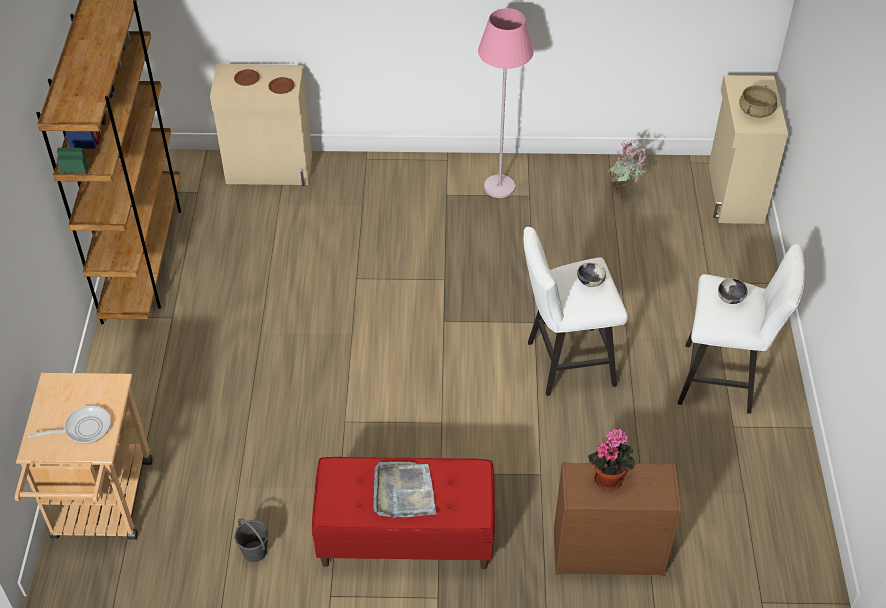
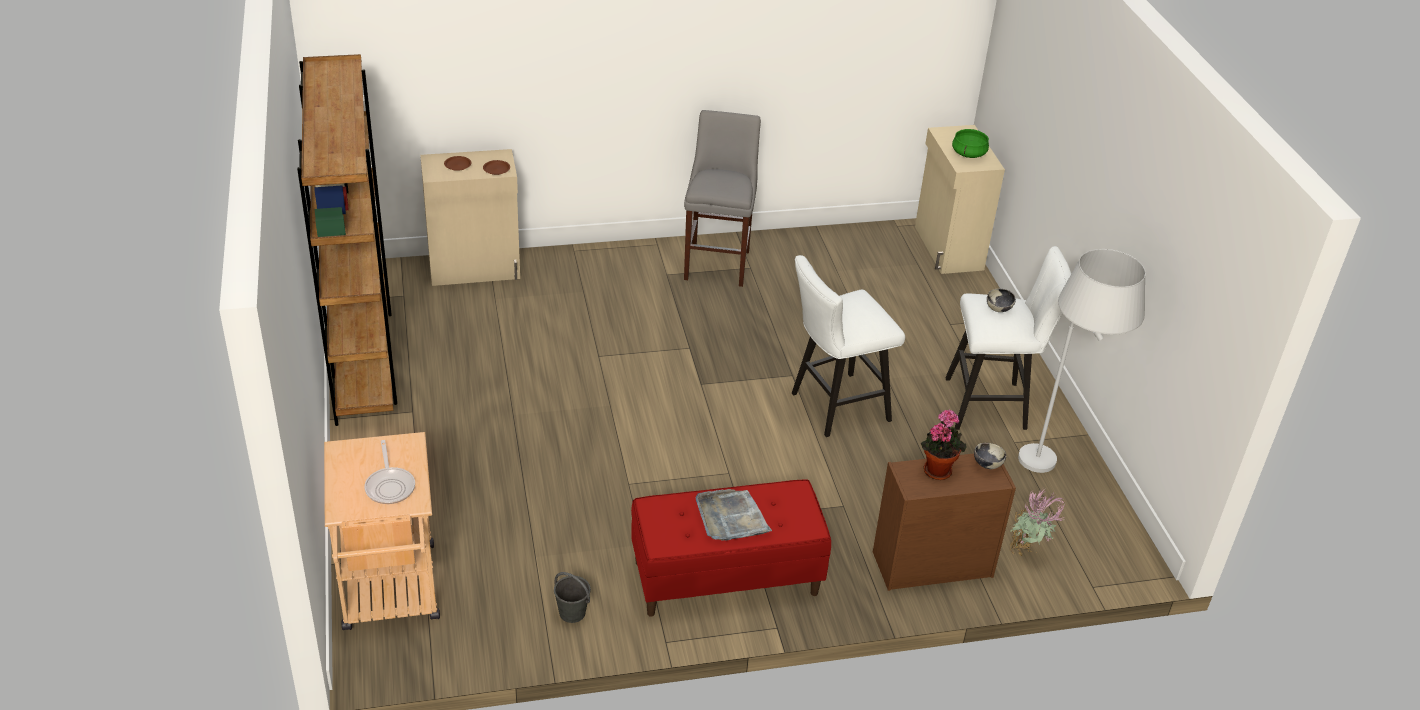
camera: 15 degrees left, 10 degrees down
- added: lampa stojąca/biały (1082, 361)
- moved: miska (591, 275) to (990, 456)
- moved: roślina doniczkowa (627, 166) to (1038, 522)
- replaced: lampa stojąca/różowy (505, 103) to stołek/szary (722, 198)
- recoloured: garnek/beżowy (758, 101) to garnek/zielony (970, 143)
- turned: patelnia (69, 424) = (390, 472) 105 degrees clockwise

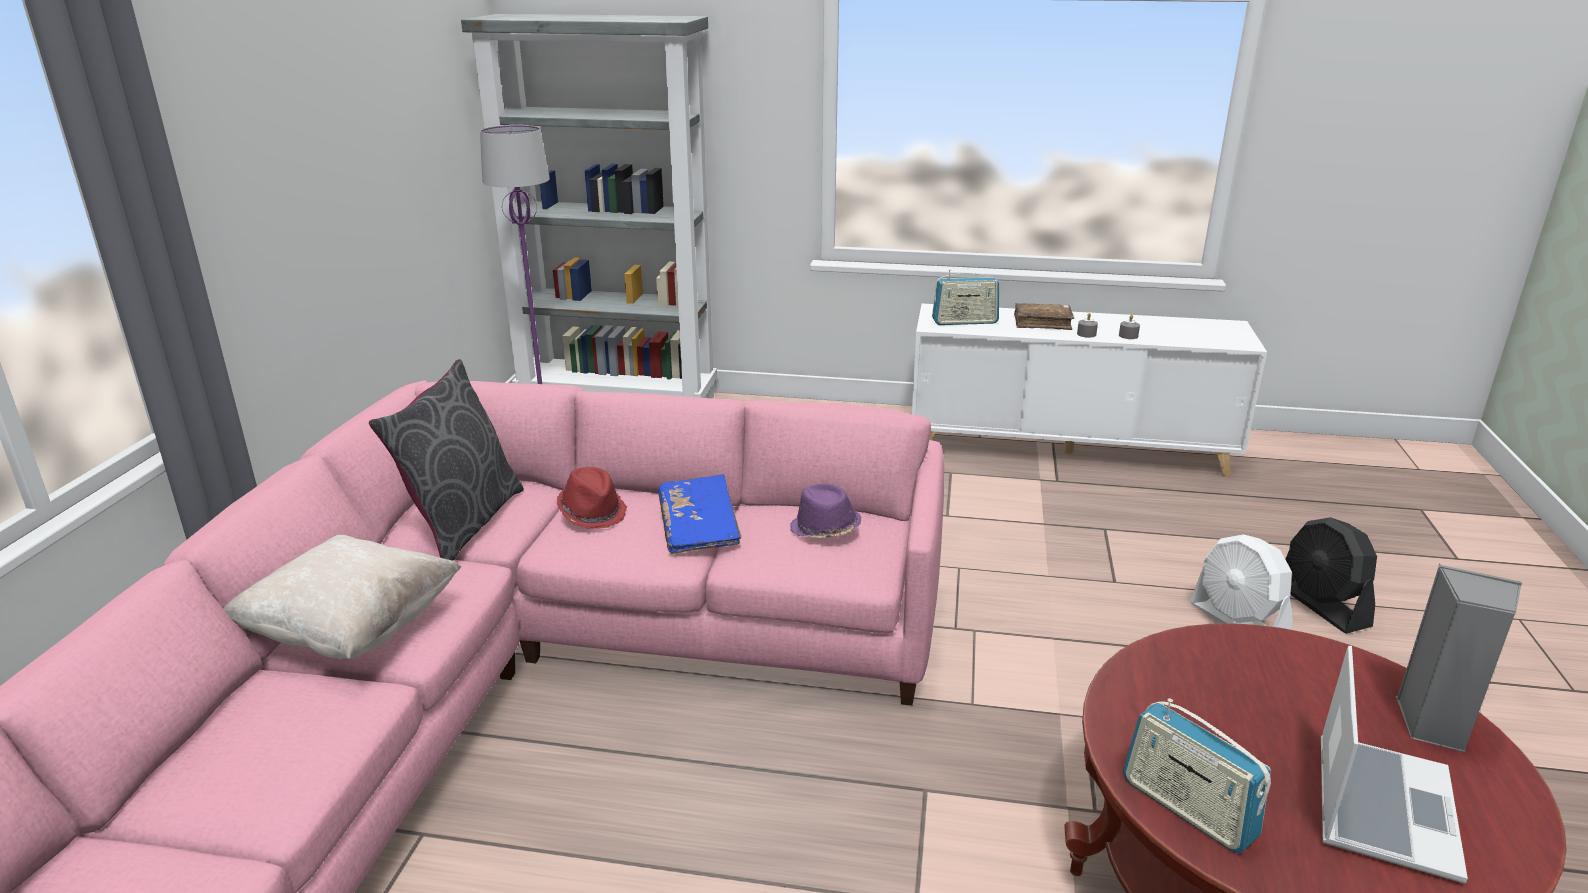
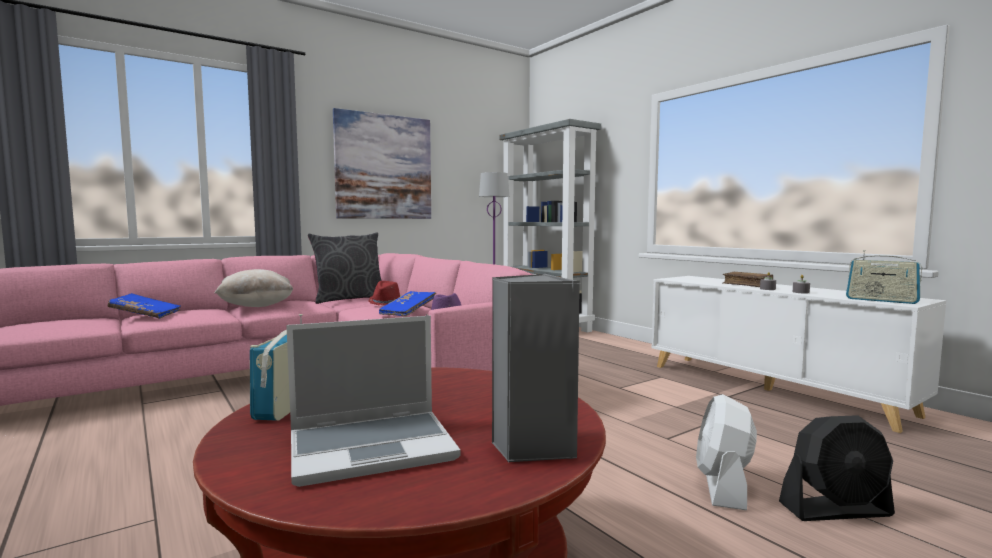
camera: 45 degrees right, 20 degrees down
- added: książka/niebieski (144, 306)
- added: obraz (382, 163)
- moved: radio (965, 297) to (884, 277)
- turned: wentylator/czarny (1331, 575) = (837, 468) 120 degrees counterclockwise

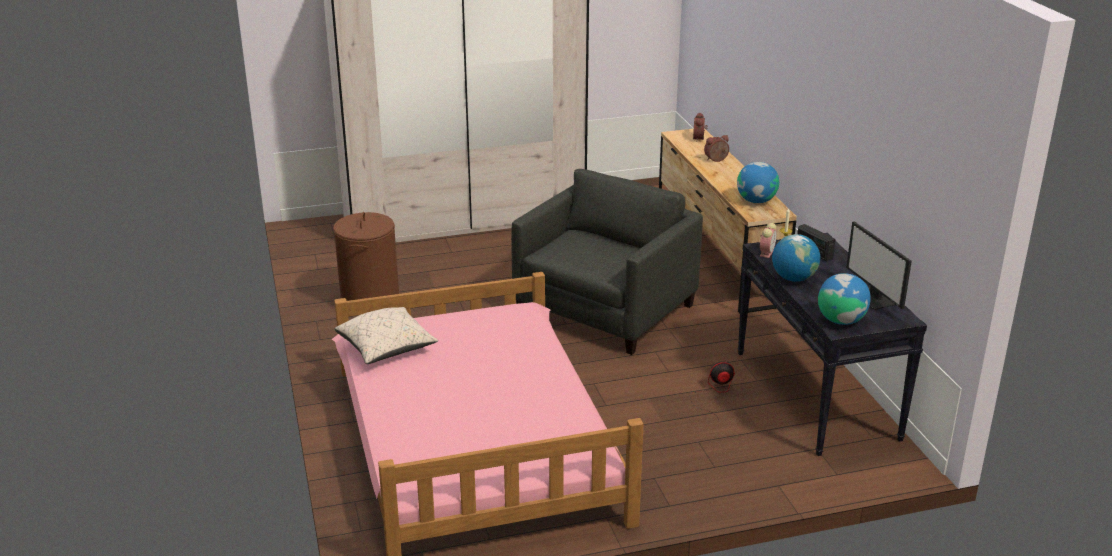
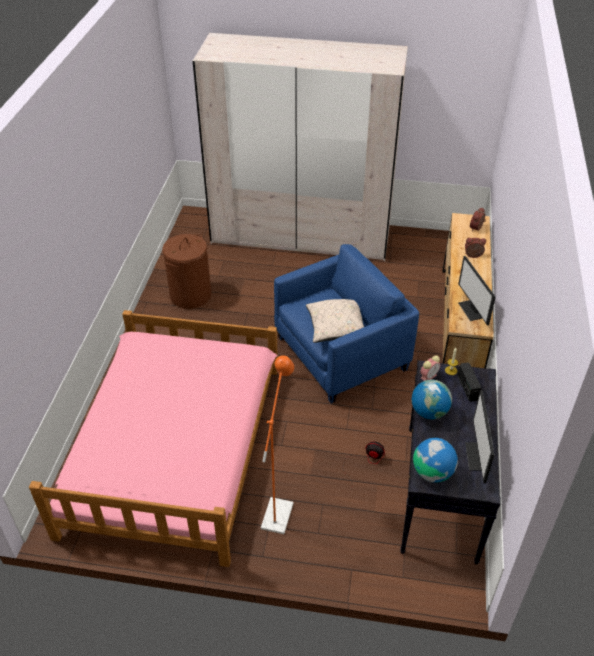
camera: 25 degrees right, 15 degrees up
- added: lampa stojąca/pomarańczowy (277, 444)
- moved: poduszka/beżowy (386, 335) to (335, 321)
- replaced: globus (758, 182) to monitor (477, 291)
- recoloured: fotel/szary (607, 262) to fotel/niebieski (346, 324)

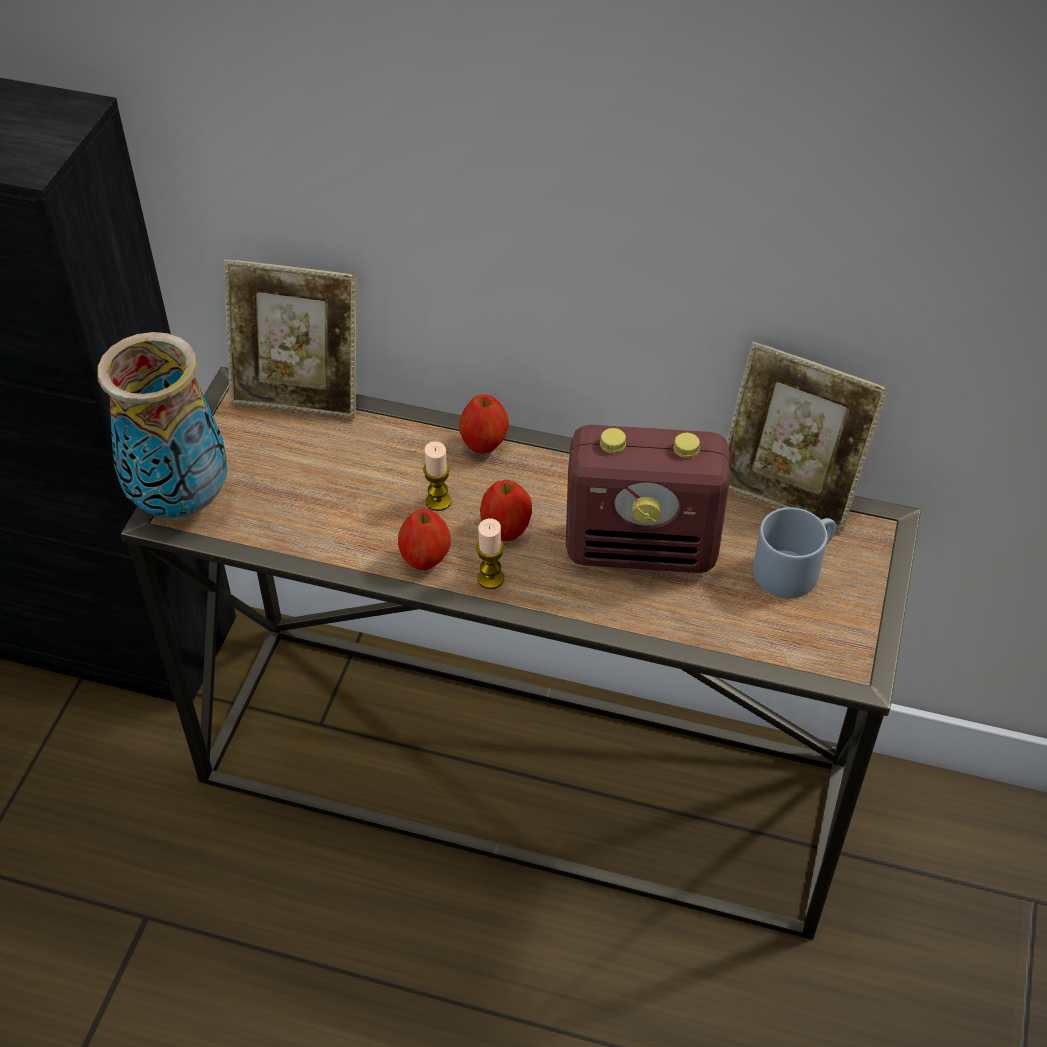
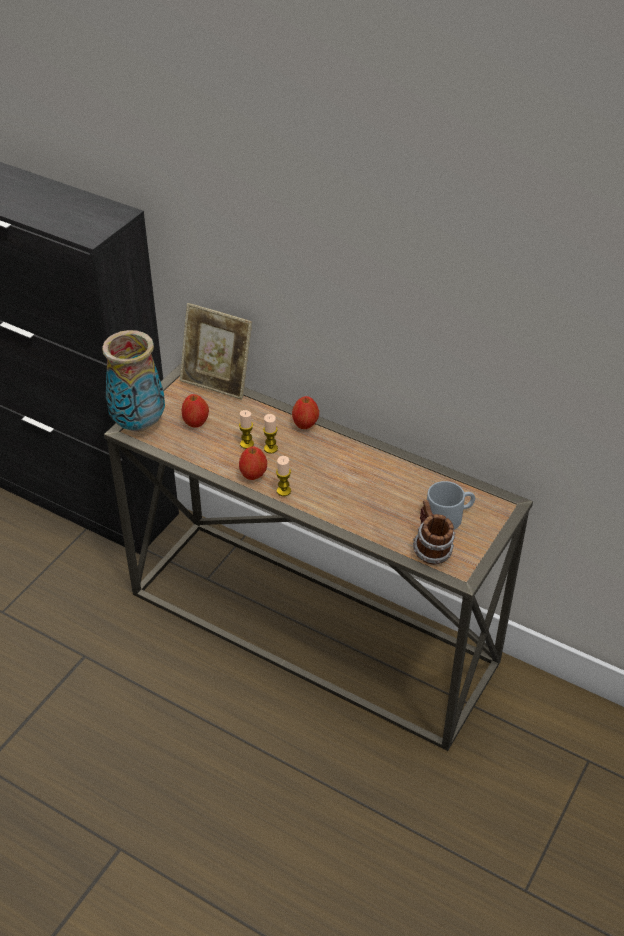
camera: 15 degrees right, 5 degrees down
- removed: radio (648, 499)
- removed: ramka na zdjęcie (808, 436)
- added: świeca (246, 429)
- added: kubek (434, 532)
- moved: jabłko (506, 510) to (195, 411)

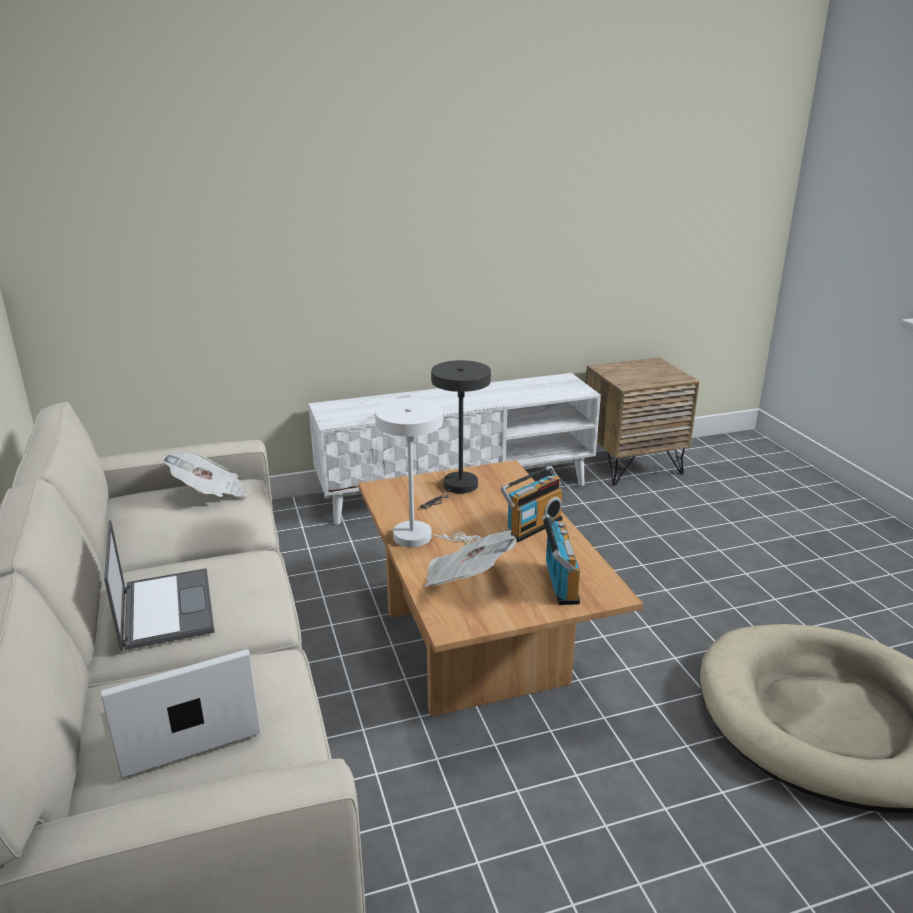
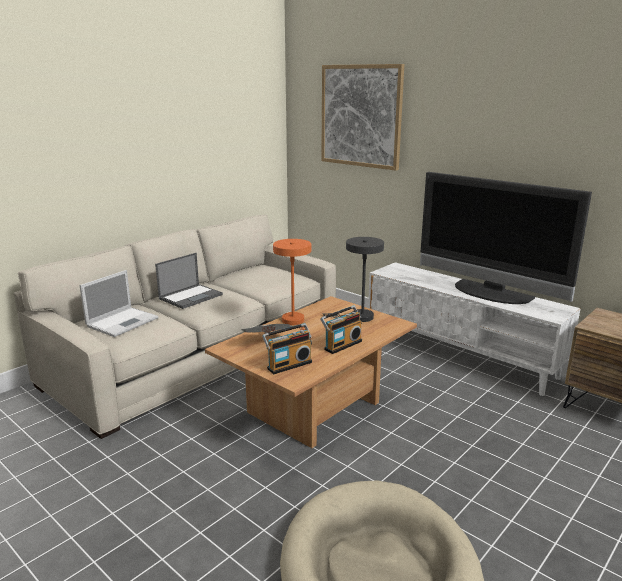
camera: 60 degrees right, 5 degrees down
- removed: gazeta (205, 474)
- added: obraz (362, 117)
- added: telewizor (506, 238)
- recoloured: lampa stołowa/biały (428, 472) to lampa stołowa/pomarańczowy (292, 284)
- turned: laptop (180, 713) = (119, 303) 90 degrees clockwise
- turned: radio (531, 504) = (341, 330) 60 degrees counterclockwise

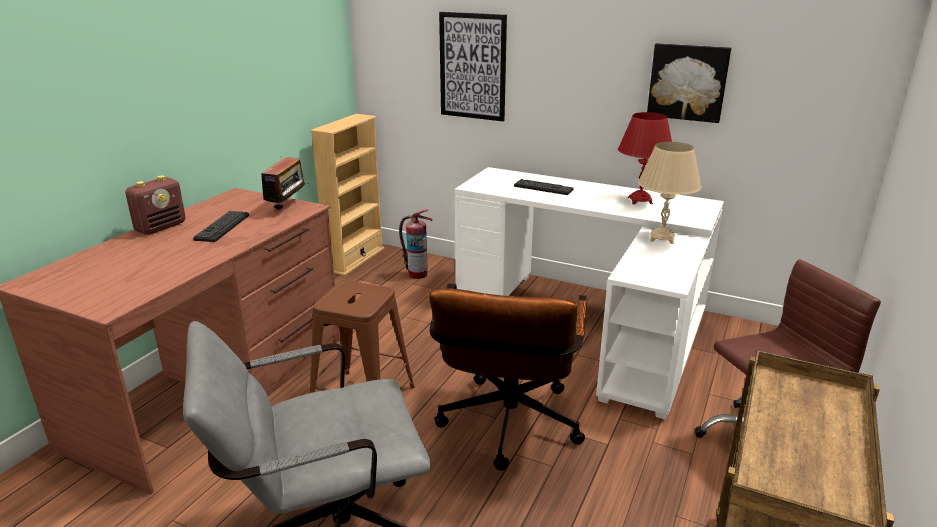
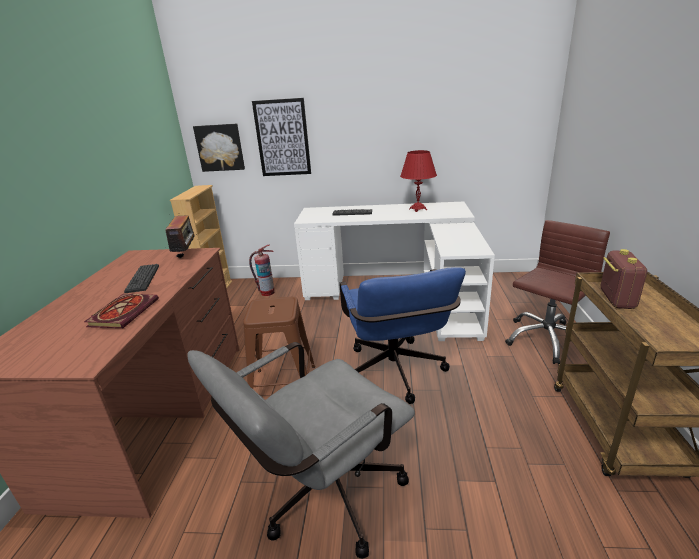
camera: 20 degrees left, 0 degrees up
- removed: lampa stołowa/beżowy (670, 193)
- added: książka (121, 311)
- moved: radio (155, 205) to (624, 279)
- moved: obraz (689, 83) to (219, 148)
- recoloured: krzesło biurowe/brązowy (508, 377) to krzesło biurowe/niebieski (403, 335)

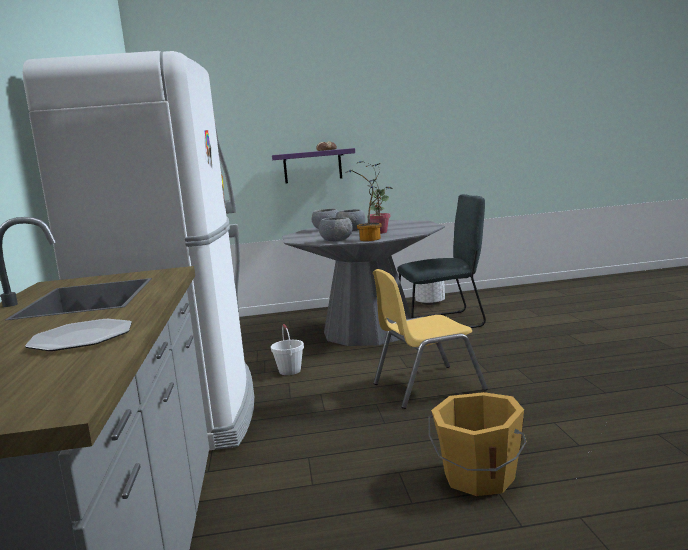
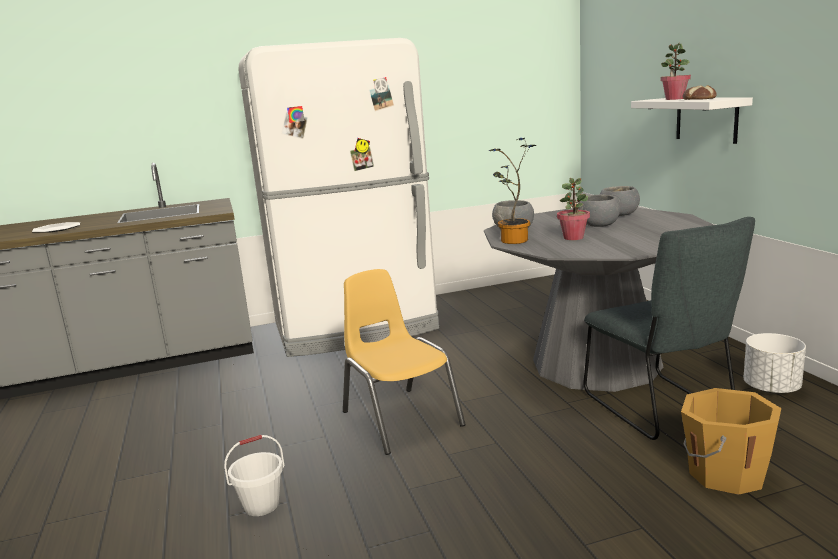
camera: 80 degrees right, 5 degrees up
- added: roślina doniczkowa (675, 71)
- moved: wiadro/biały (287, 349) to (254, 475)
- moved: wiadro/pomarańczowy (477, 444) to (731, 441)
- recoloured: półka/fioletowy (313, 165) to półka/biały (692, 120)

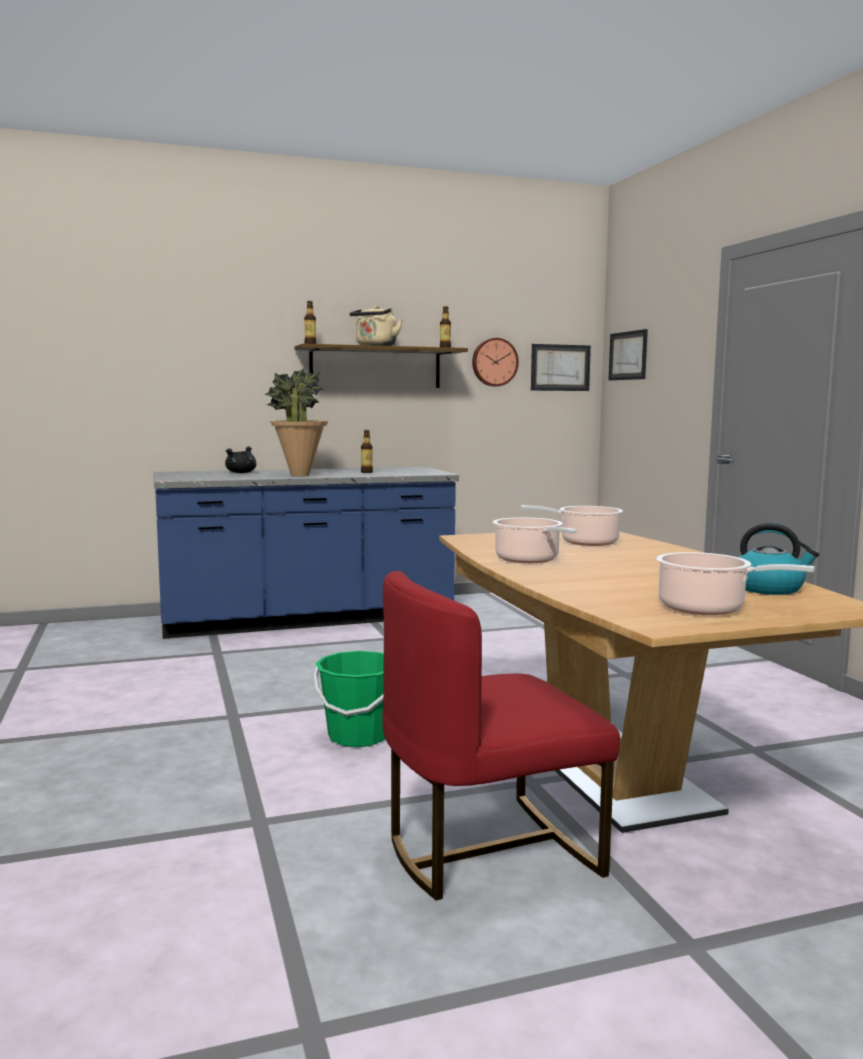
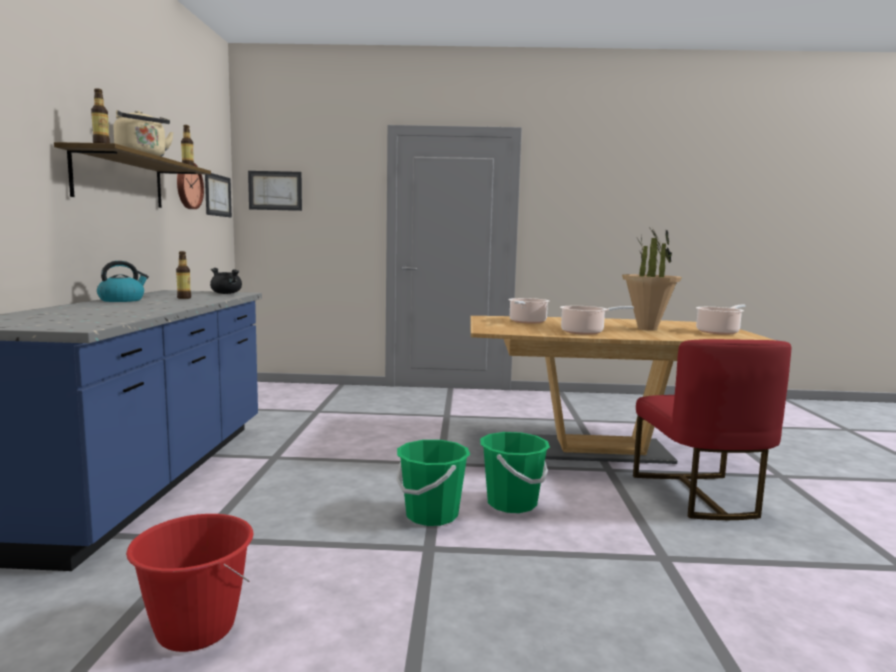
camera: 70 degrees left, 0 degrees up
- added: wiadro/czerwony (190, 583)
- added: wiadro/zielony (433, 483)
- moved: garnek/czarny (241, 459) to (226, 281)
- moved: roślina doniczkowa (296, 422) to (652, 279)
- moved: czajnik (779, 559) to (123, 281)

